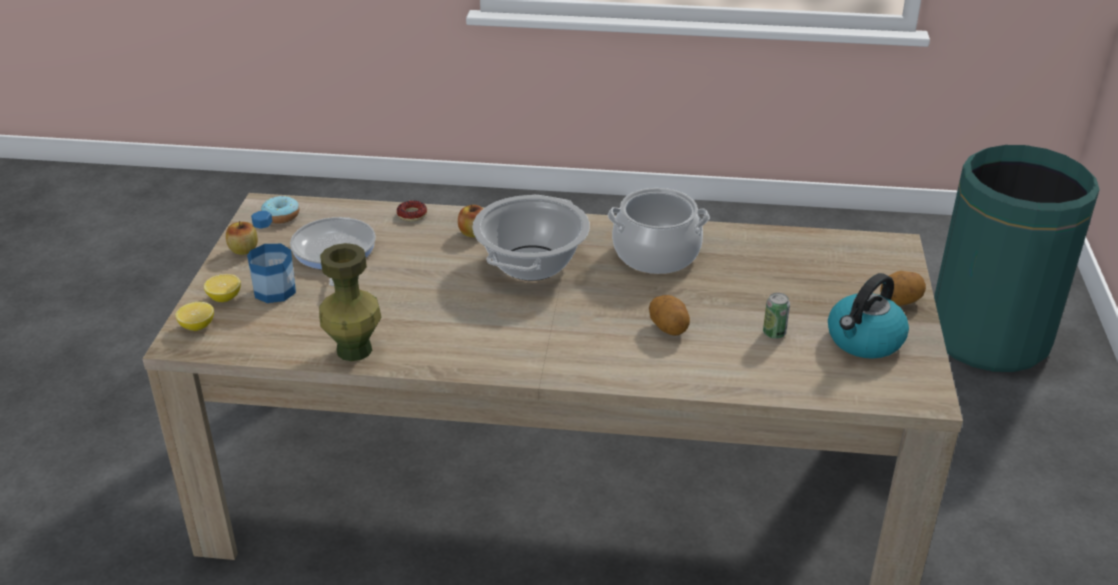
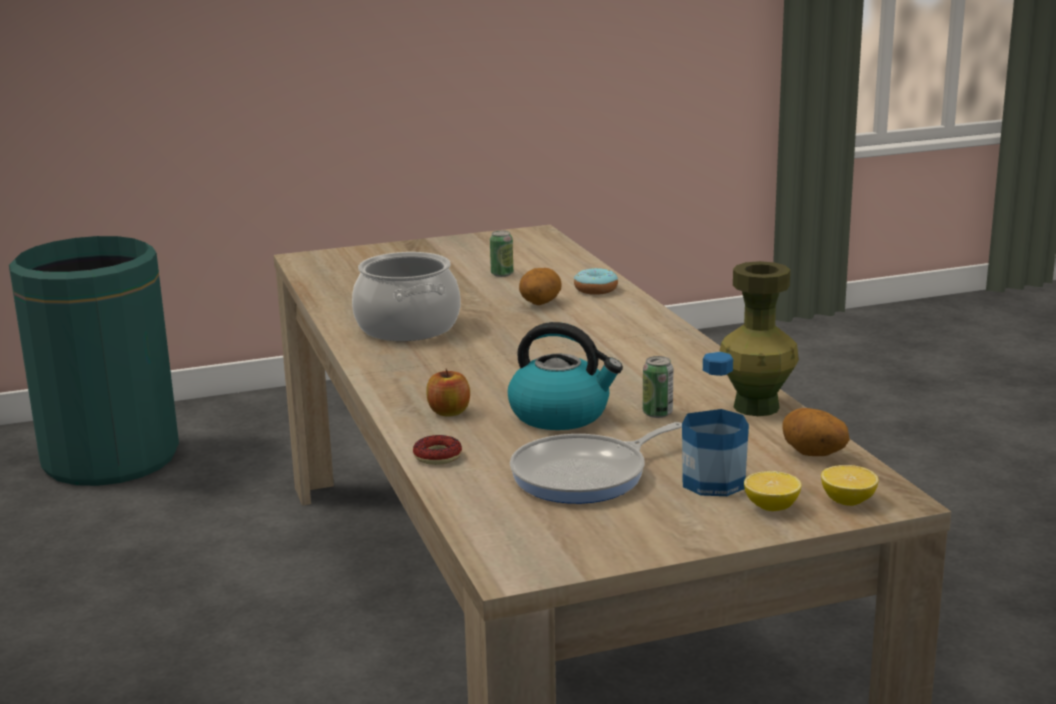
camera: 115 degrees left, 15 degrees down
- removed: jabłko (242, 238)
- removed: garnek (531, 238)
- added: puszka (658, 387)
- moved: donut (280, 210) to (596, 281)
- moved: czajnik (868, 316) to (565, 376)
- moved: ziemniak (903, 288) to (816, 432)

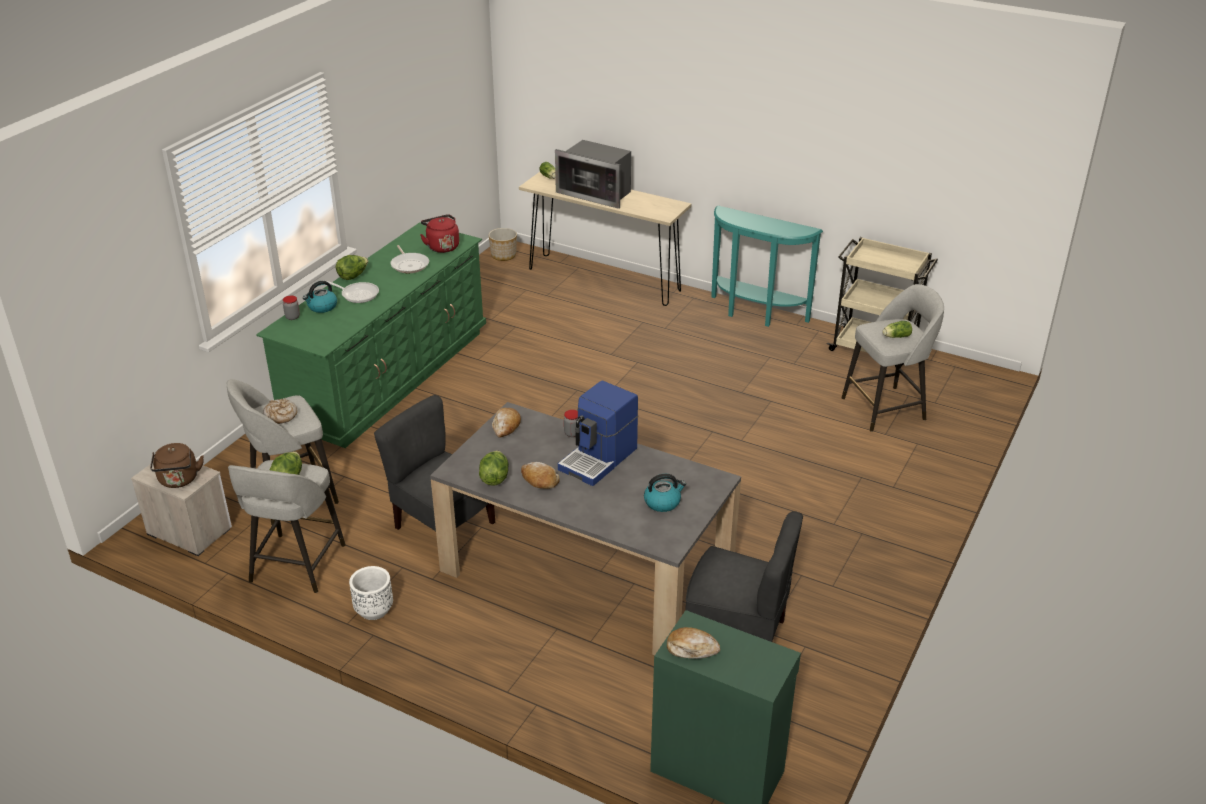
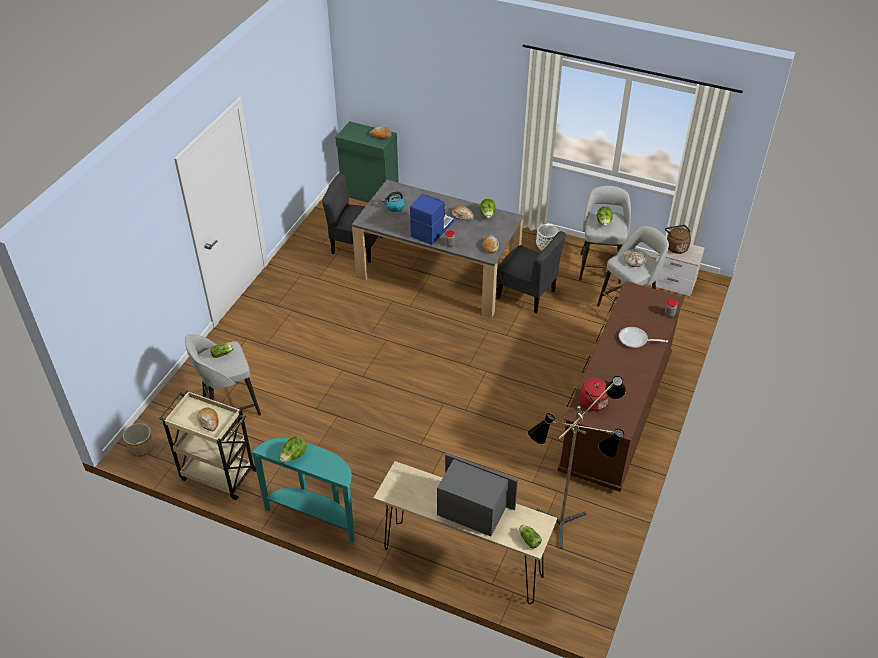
camera: 175 degrees right, 10 degrees up
- removed: czajnik (320, 297)
- removed: patelnia (410, 259)
- added: chleb (207, 419)
- added: lampa stojąca (577, 462)
- moved: sałata (352, 267) to (293, 449)
- moved: donica (502, 244) to (138, 440)
- recoloured: komoda/zielony (371, 335) to komoda/brązowy (621, 386)

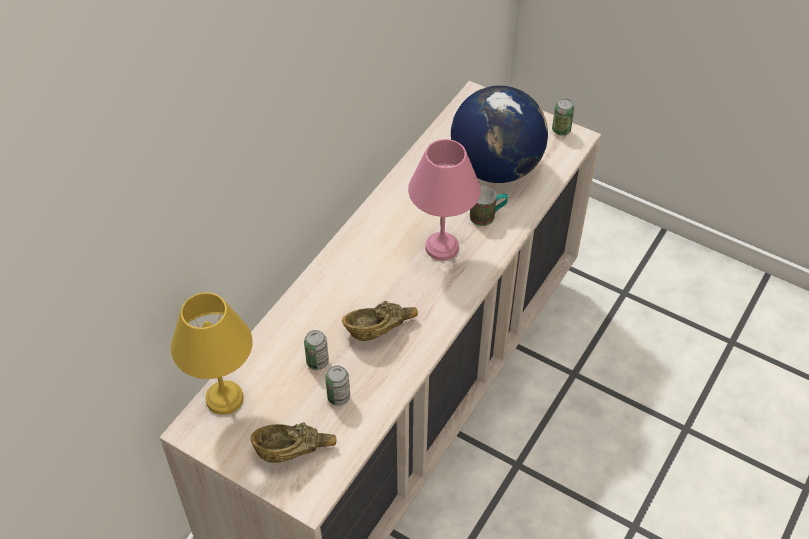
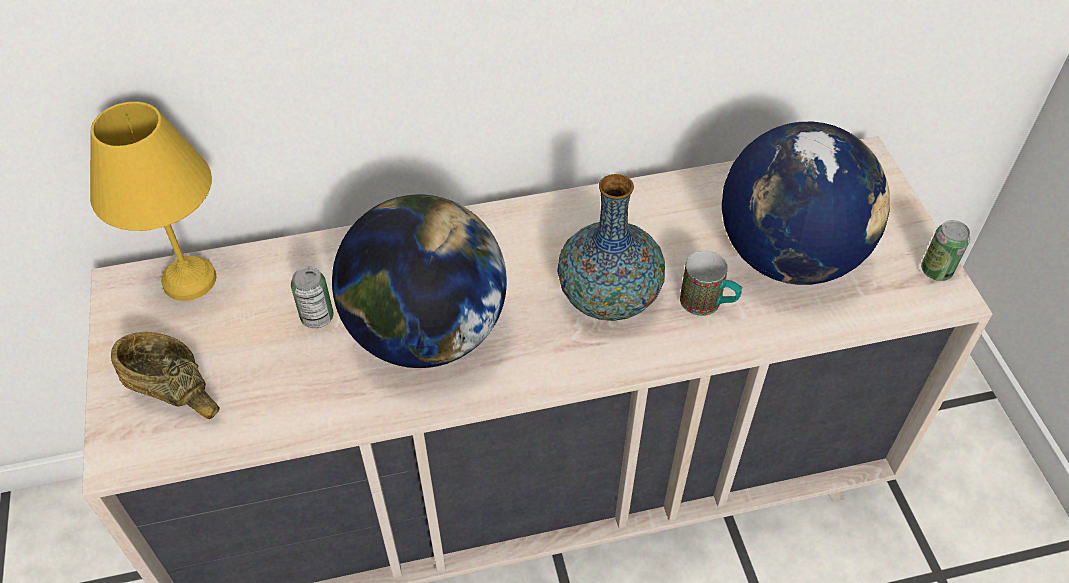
camera: 45 degrees right, 0 degrees up
- removed: puszka (337, 385)
- replaced: miska/brązowy (380, 321) to globus (419, 281)
- replaced: lampa stołowa/różowy (444, 199) to wazon (611, 247)

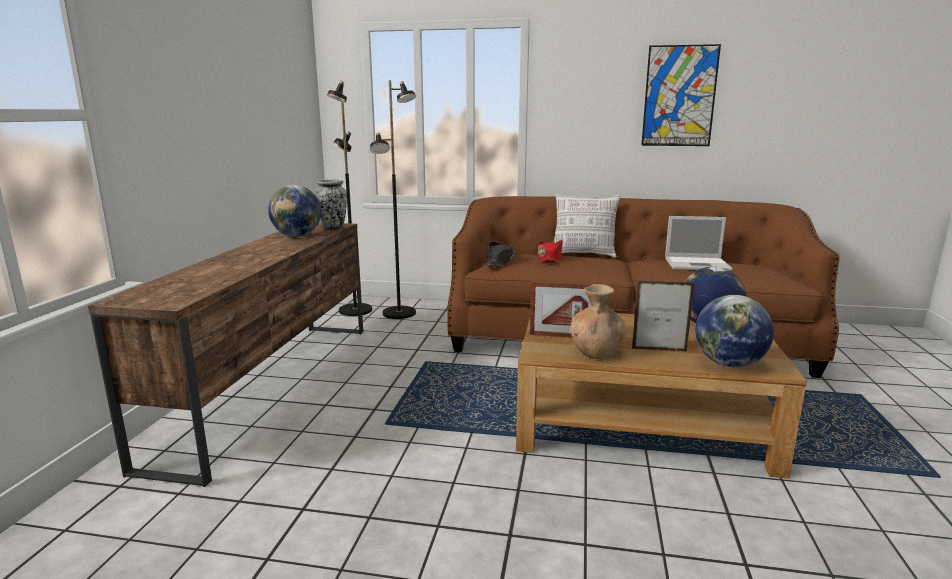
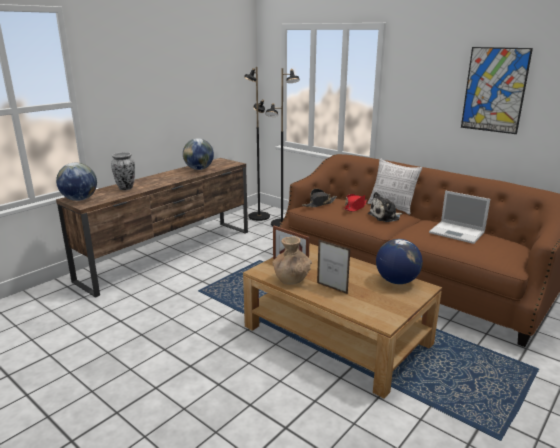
camera: 30 degrees right, 5 degrees up
- added: pluszak (385, 207)
- moved: wazon (331, 205) to (123, 171)
- moved: globus (735, 331) to (76, 182)

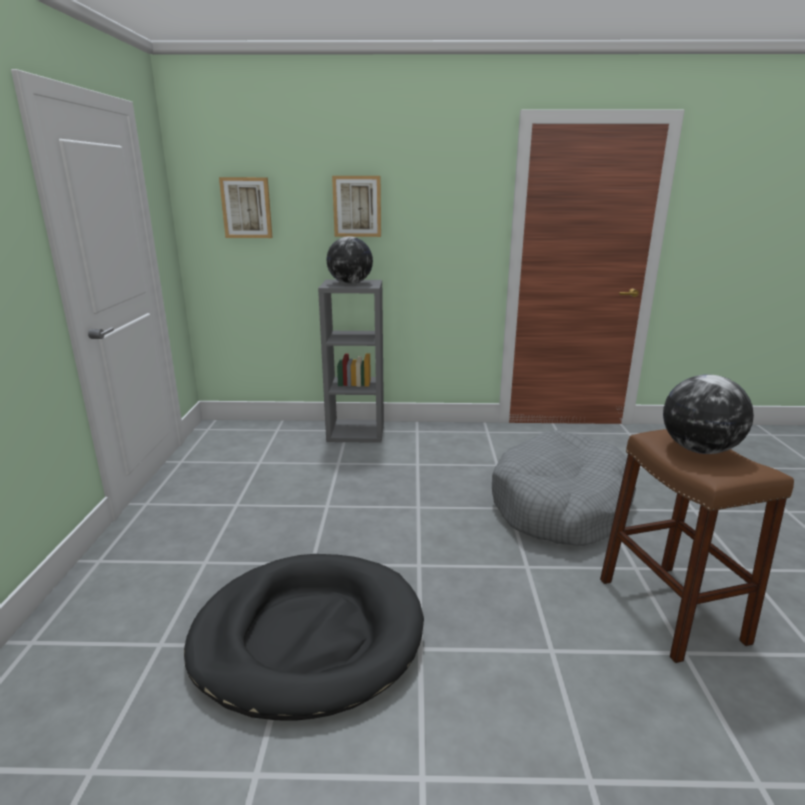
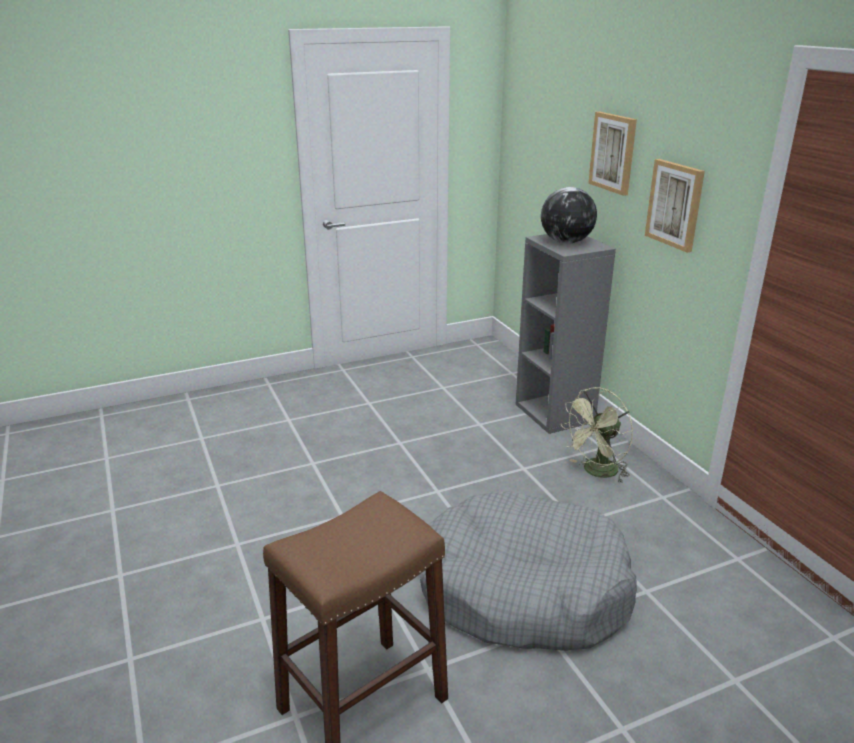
camera: 65 degrees right, 5 degrees up
- removed: legowisko/czarny (304, 637)
- removed: globus (708, 414)
- added: wentylator/zielony (597, 435)
- moved: obraz (246, 207) to (675, 205)

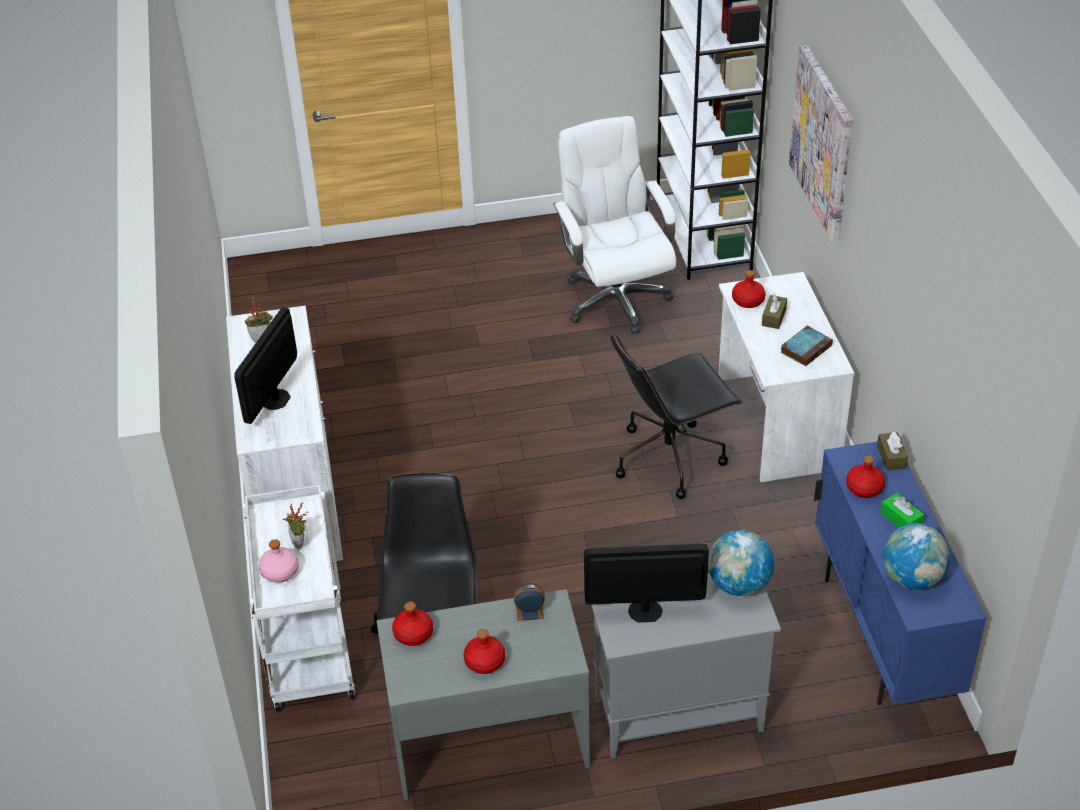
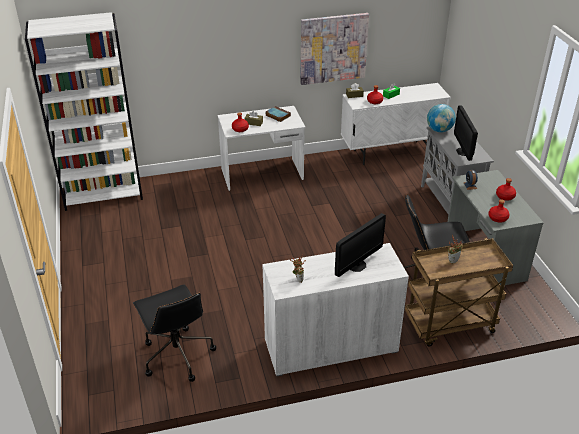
camera: 95 degrees left, 5 degrees down
- removed: butelka/różowy (279, 561)
- removed: krzesło biurowe/biały (614, 225)
- removed: globus (916, 556)
- moved: krzesło biurowe/czarny (676, 415) to (174, 333)
- moved: obraz (821, 143) to (334, 49)
- recoloured: wózek/biały (298, 598) to wózek/brązowy (459, 292)
- recoloured: szafka/niebieski (900, 573) to szafka/biały (396, 124)
- turned: monitor (265, 365) = (360, 245) 60 degrees counterclockwise

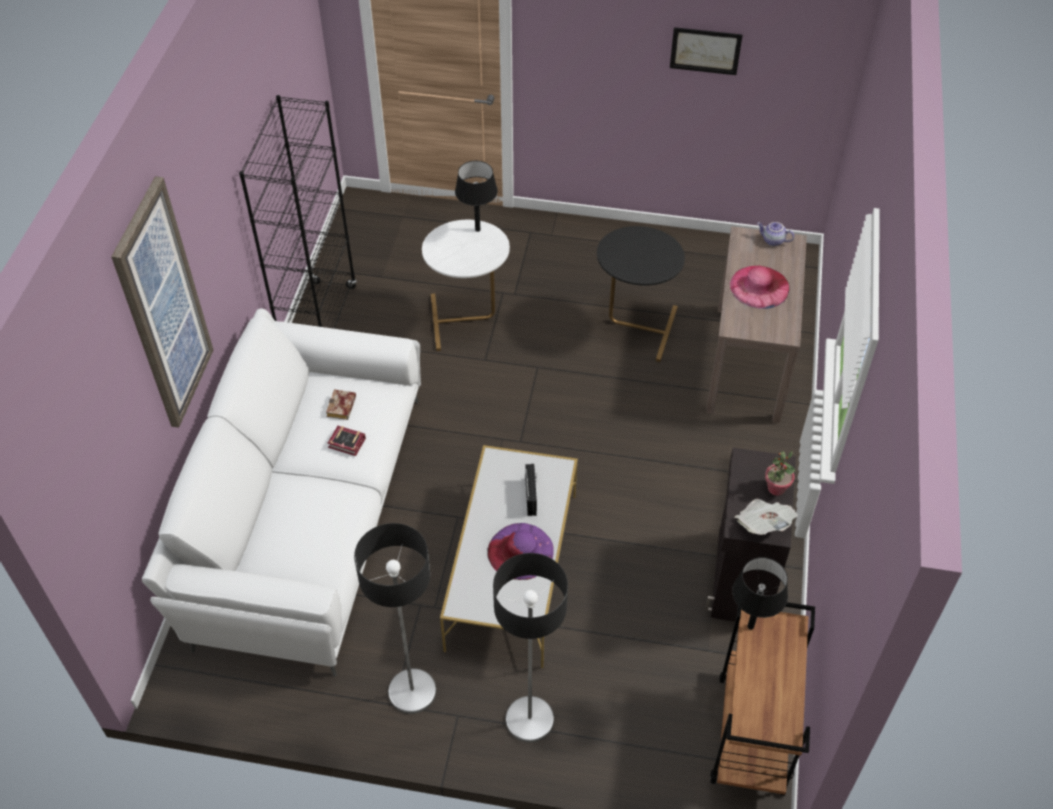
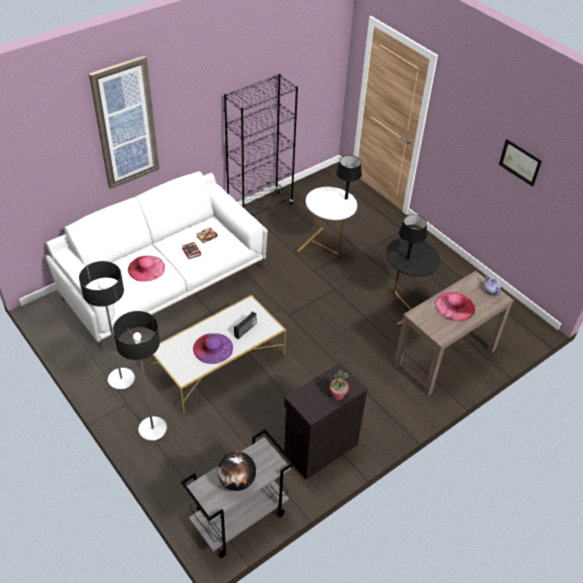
camera: 40 degrees right, 5 degrees down
- removed: gazeta (766, 517)
- added: kapelusz/różowy (146, 269)
- added: globus (237, 471)
- moved: lampa stołowa/czarny (760, 593) to (413, 237)
- recoloured: wózek/brązowy (762, 699) to wózek/szary (238, 493)

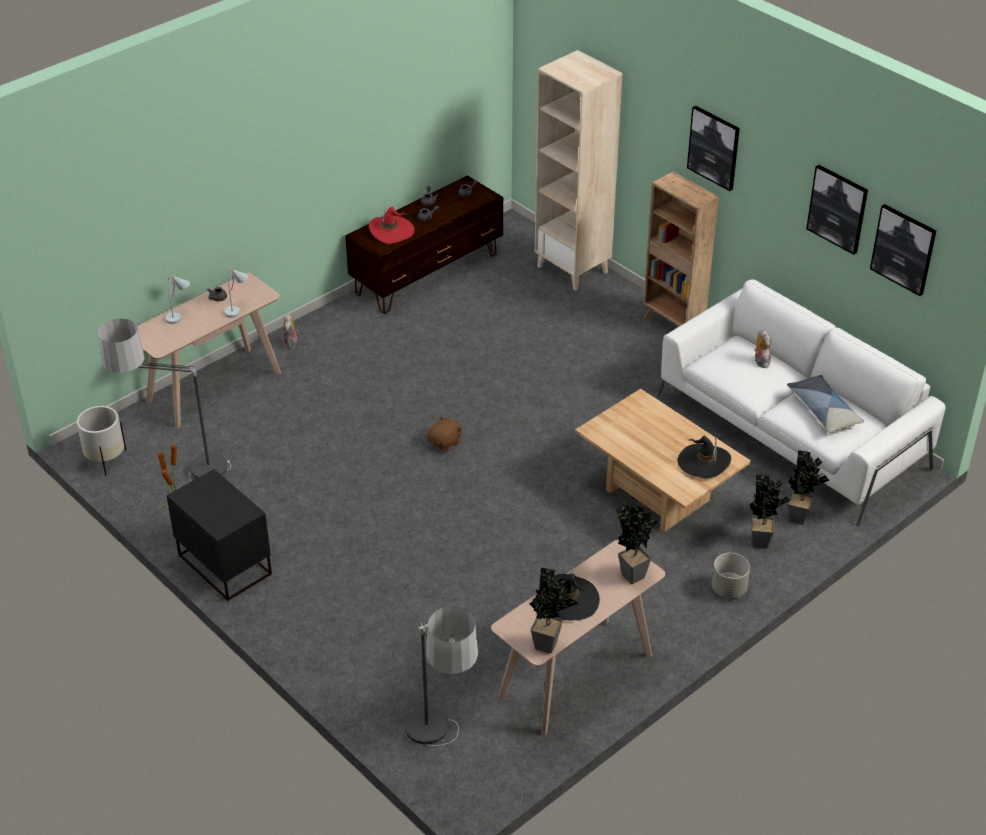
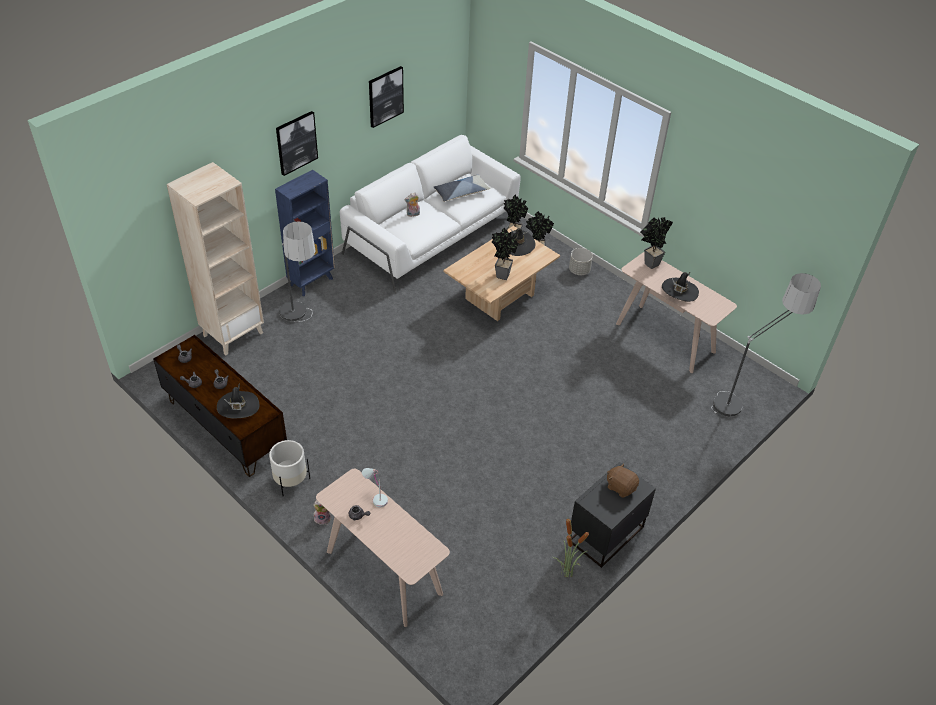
camera: 95 degrees left, 5 degrees up
- removed: lampa stołowa/biały (177, 300)
- removed: obraz (903, 250)
- moved: donica/biały (102, 441) to (289, 468)
- moved: lampa stojąca (164, 400) to (297, 271)
- moved: pluszak/brązowy (444, 434) to (623, 480)
- moved: roślina doniczkowa (554, 610) to (505, 253)
- recoloured: kapelusz/czerwony (391, 225) to kapelusz/czarny (238, 401)
- recoloured: regał/brązowy (681, 249) to regał/niebieski (305, 233)

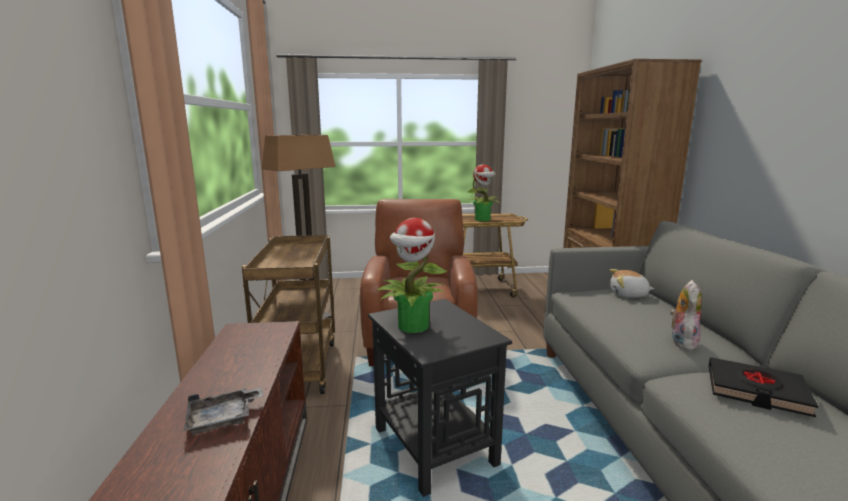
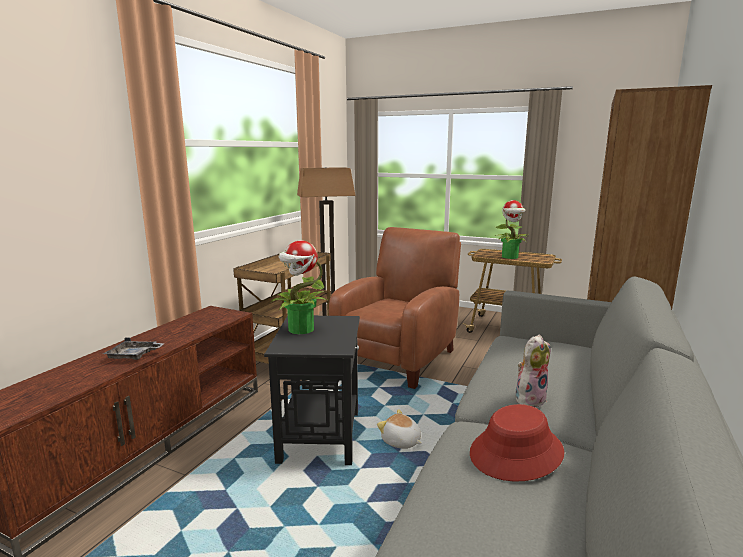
camera: 30 degrees right, 0 degrees up
- moved: pluszak (632, 283) to (399, 429)
- replaced: książka/czarny (763, 387) to kapelusz/czerwony (517, 443)

